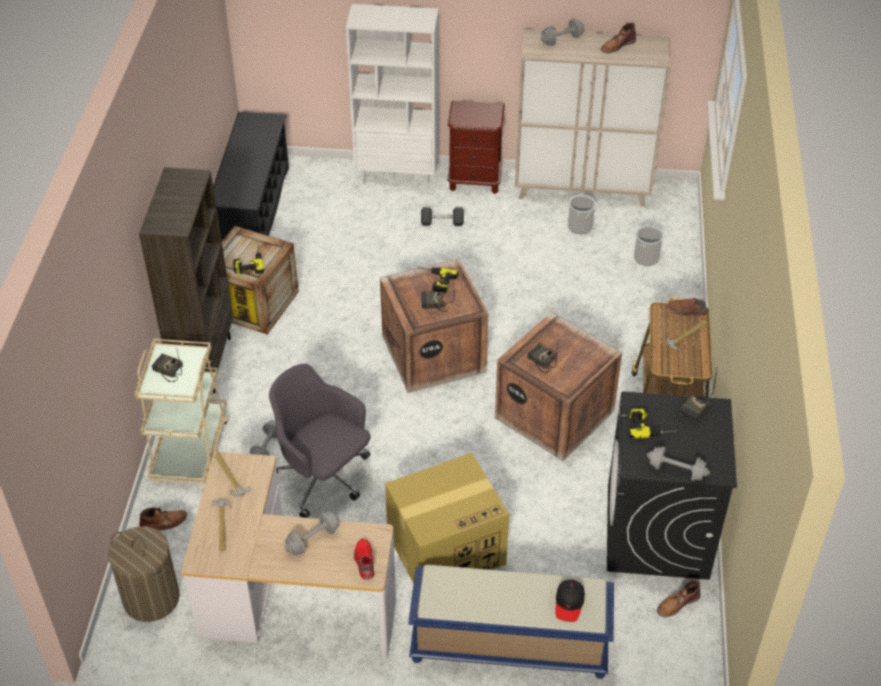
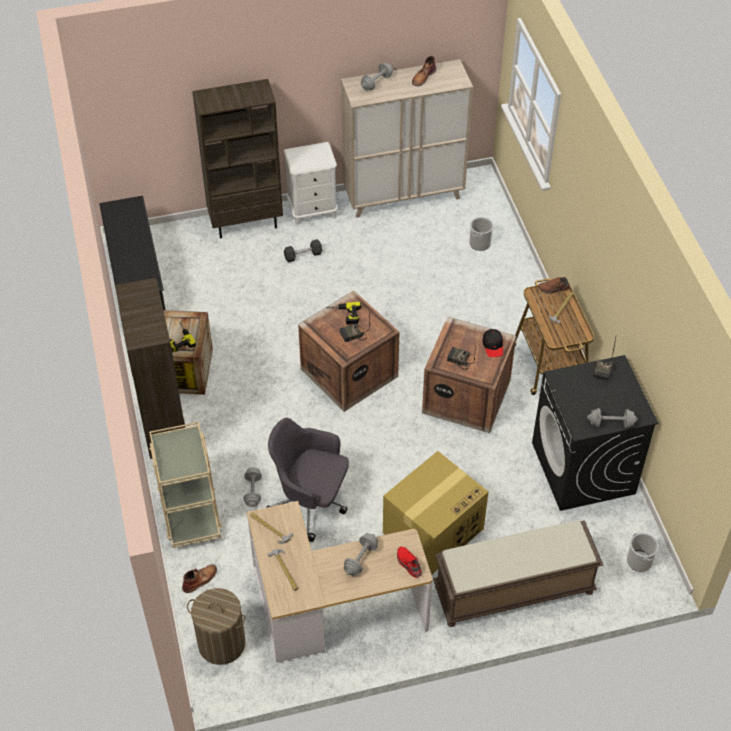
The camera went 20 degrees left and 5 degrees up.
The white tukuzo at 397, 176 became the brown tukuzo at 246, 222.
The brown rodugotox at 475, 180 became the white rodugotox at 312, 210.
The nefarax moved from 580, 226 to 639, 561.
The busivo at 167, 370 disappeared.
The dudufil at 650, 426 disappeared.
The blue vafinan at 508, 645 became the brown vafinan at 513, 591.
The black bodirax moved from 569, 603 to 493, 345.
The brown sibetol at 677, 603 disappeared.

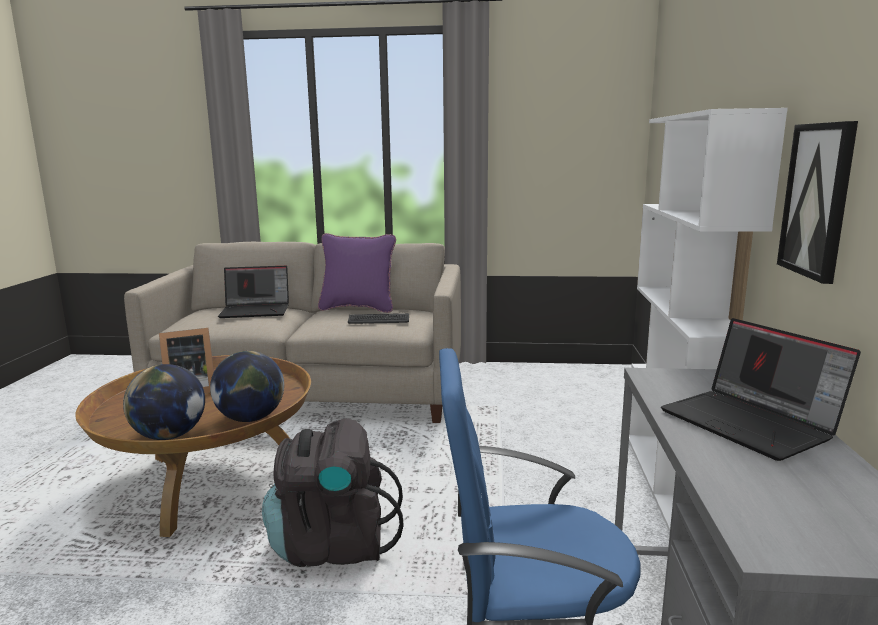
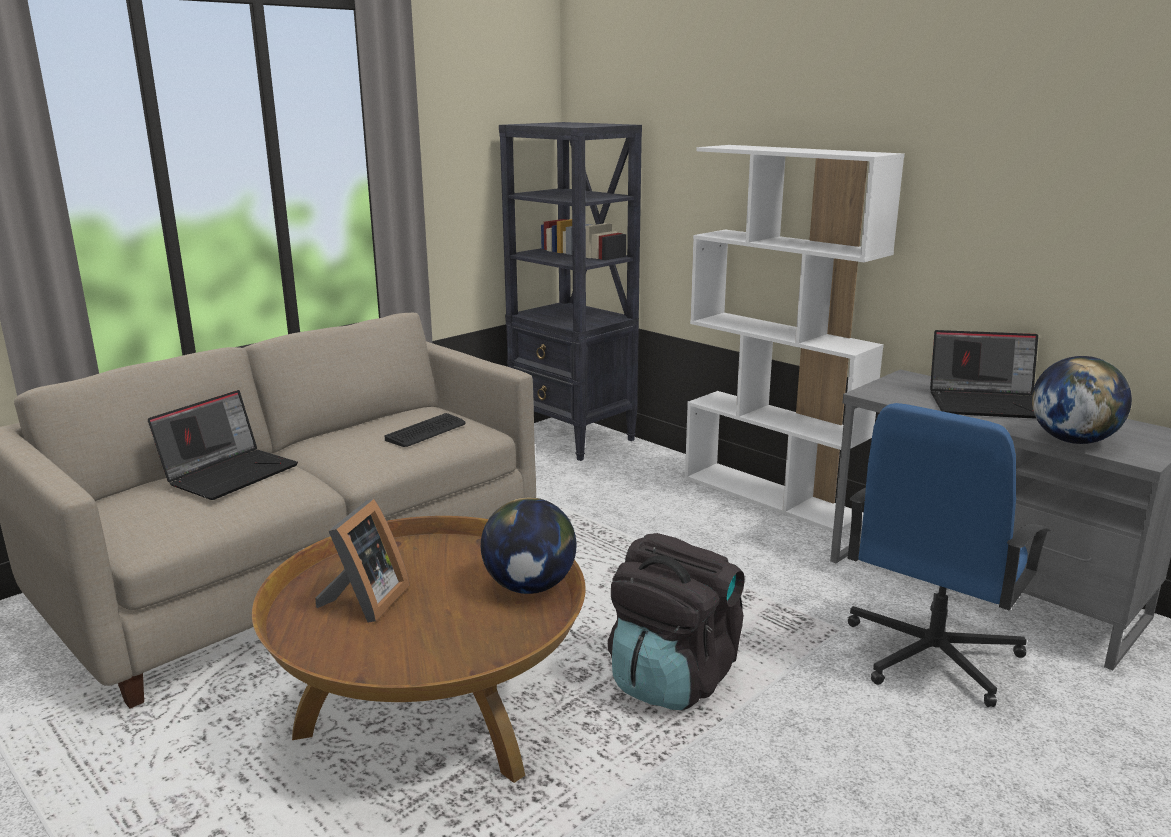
The camera went 50 degrees left and 5 degrees up.
The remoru at 817, 200 disappeared.
The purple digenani at 358, 308 disappeared.
The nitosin moved from 170, 436 to 1072, 440.
The black tukuzo at 573, 438 appeared.

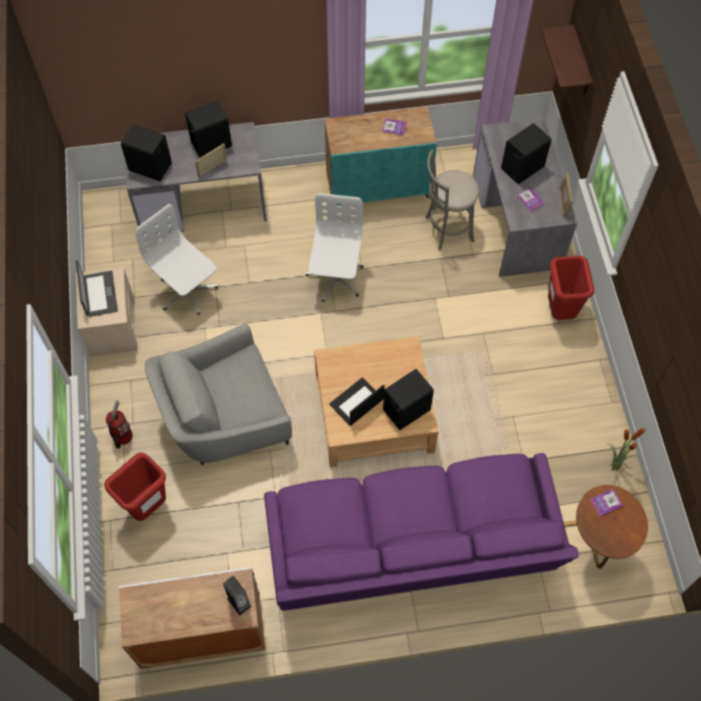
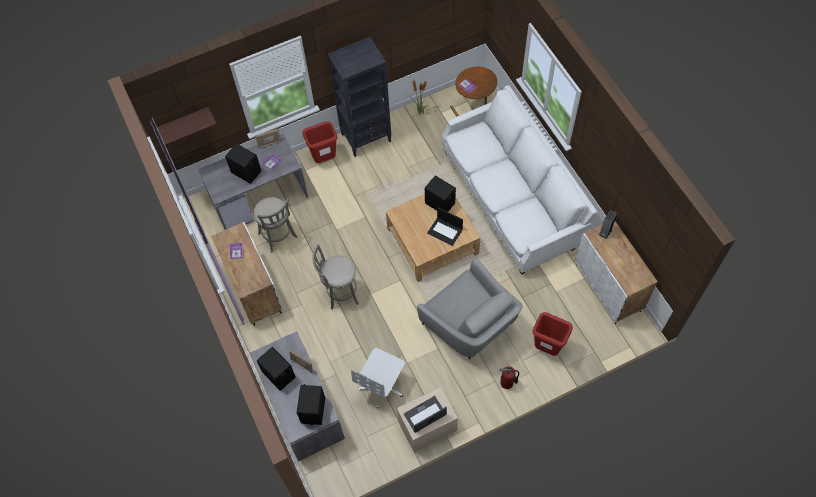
The camera went 105 degrees left and 0 degrees up.
The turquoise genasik at 378, 187 became the white genasik at 253, 289.
The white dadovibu at 335, 278 was replaced by the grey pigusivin at 340, 293.
The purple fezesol at 410, 549 became the white fezesol at 511, 198.
The black tukuzo at 366, 137 appeared.

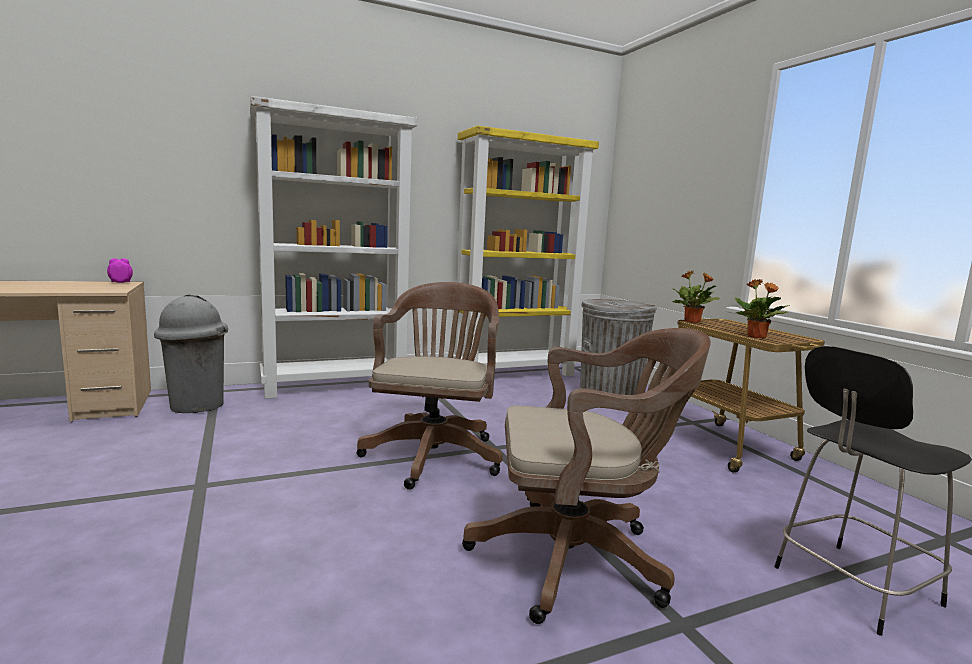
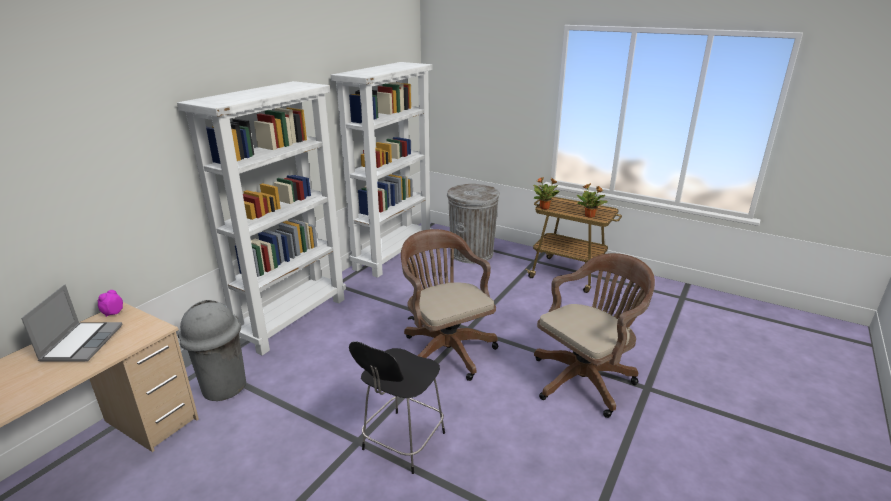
The camera went 35 degrees left and 15 degrees up.
The yellow tukuzo at 514, 374 became the white tukuzo at 393, 254.
The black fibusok moved from 852, 587 to 402, 443.
The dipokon at 82, 342 appeared.

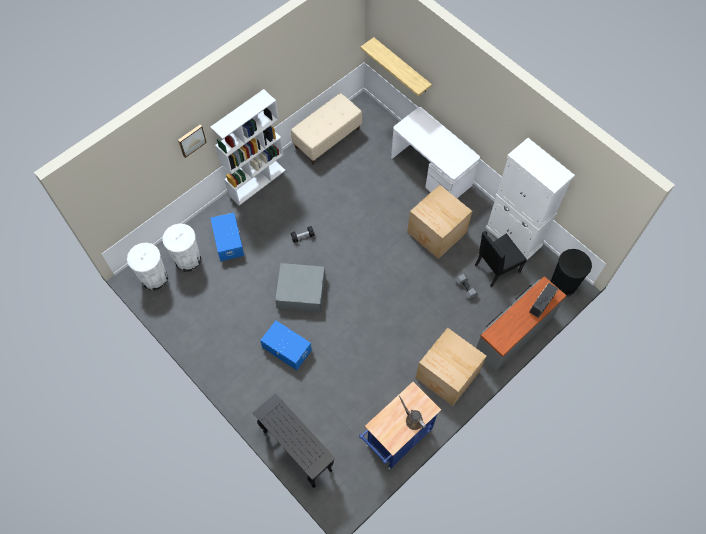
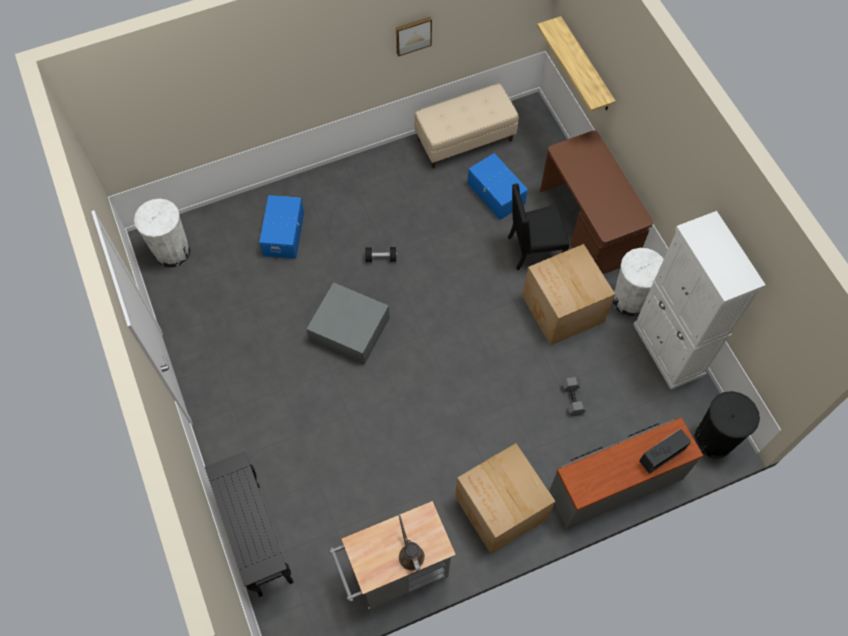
The camera went 20 degrees right and 0 degrees up.
The white tukuzo at 257, 182 disappeared.
The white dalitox at 431, 172 became the brown dalitox at 588, 226.
The remoru moved from 191, 140 to 413, 35.
The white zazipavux moved from 188, 260 to 630, 300.
The black fibusok moved from 496, 269 to 533, 250.
The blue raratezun moved from 286, 349 to 495, 194.
The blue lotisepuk at 396, 440 became the grey lotisepuk at 394, 573.

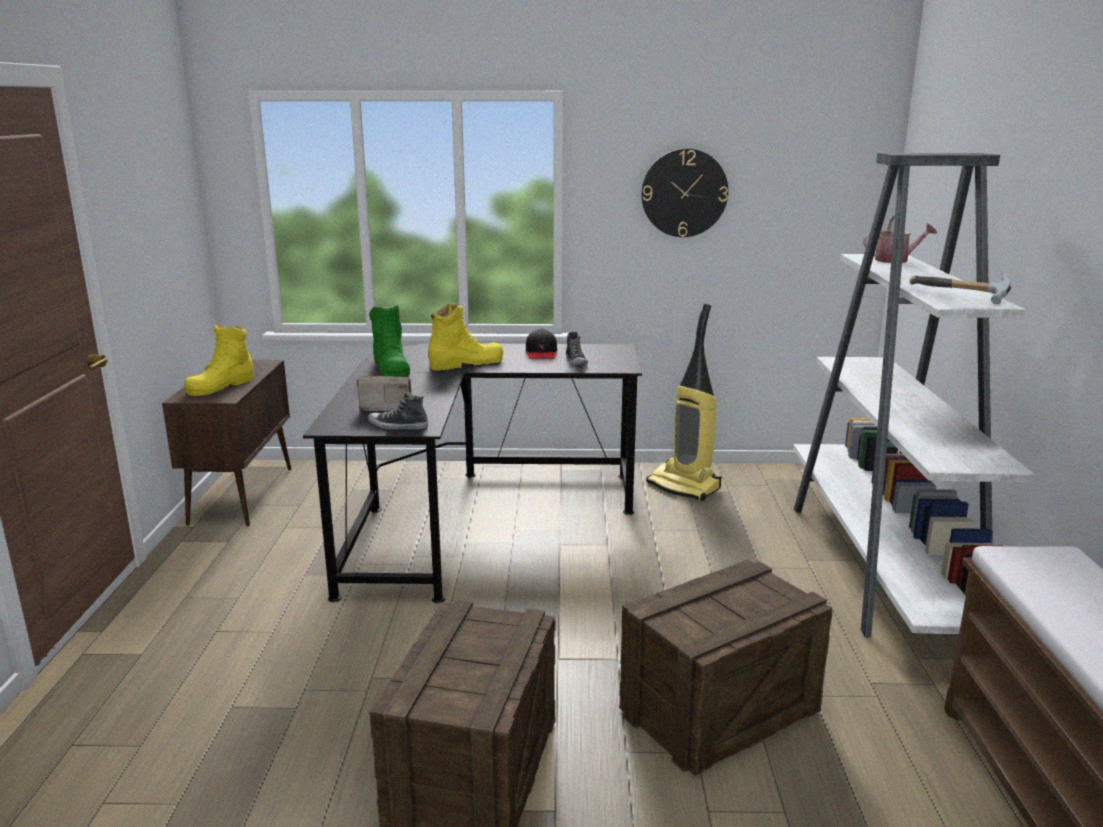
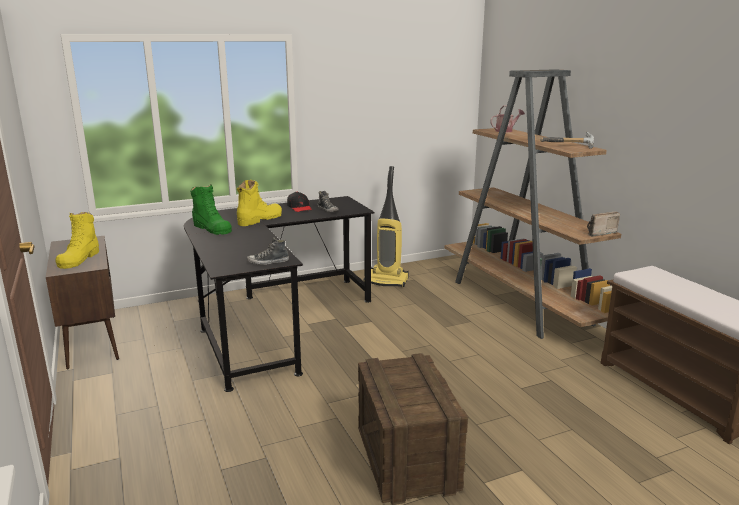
The camera went 25 degrees left and 0 degrees up.
The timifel at 684, 193 disappeared.
The white tukuzo at 882, 567 became the brown tukuzo at 521, 303.
The busivo moved from 386, 407 to 598, 233.
The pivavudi at 719, 711 disappeared.

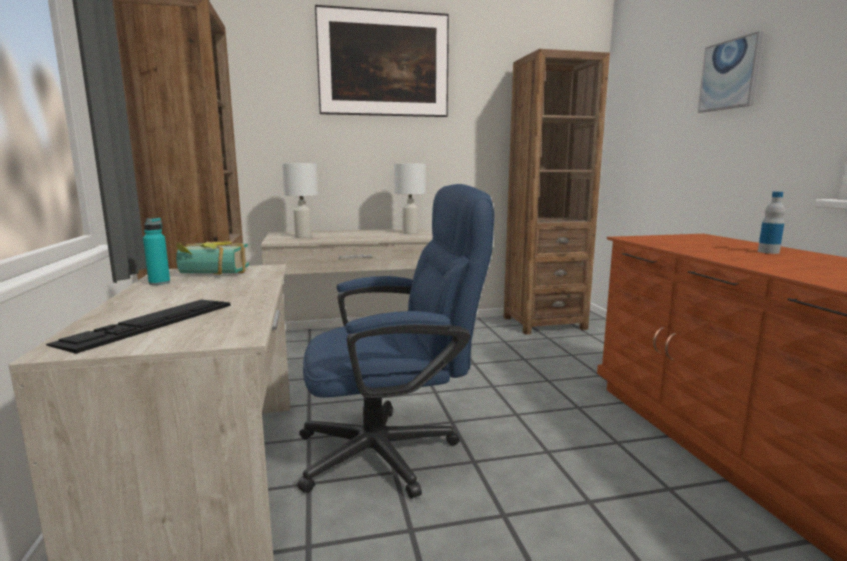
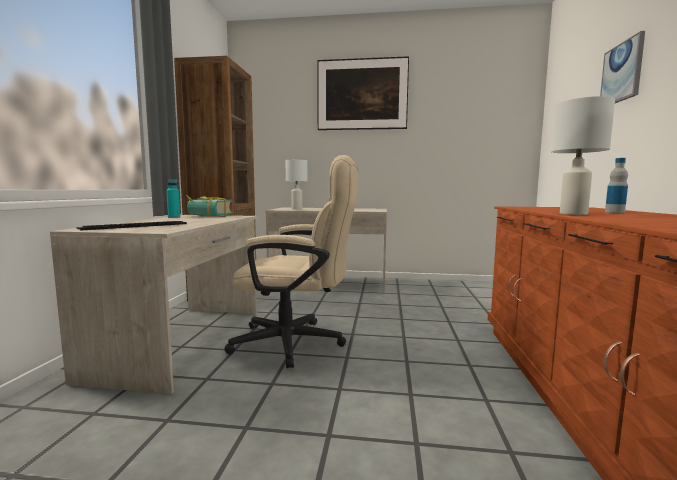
The camera went 20 degrees right and 5 degrees down.
The brown tukuzo at 544, 323 disappeared.
The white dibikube moved from 409, 233 to 572, 214.
The blue dadovibu at 393, 451 became the beige dadovibu at 298, 343.

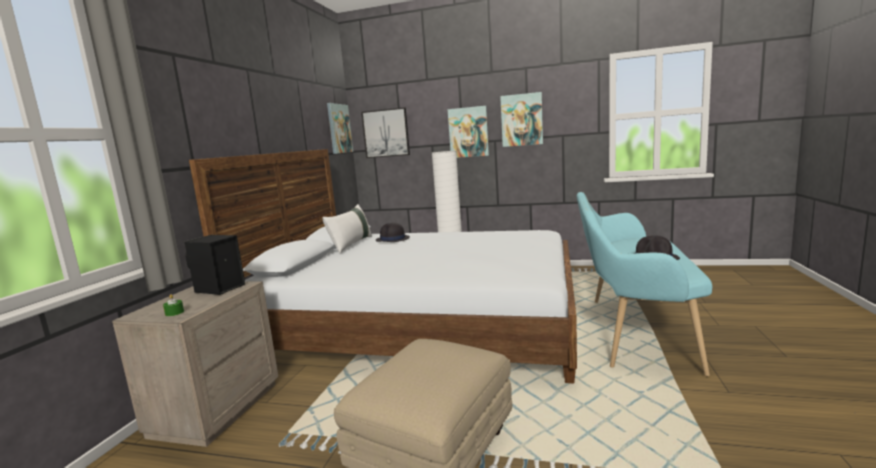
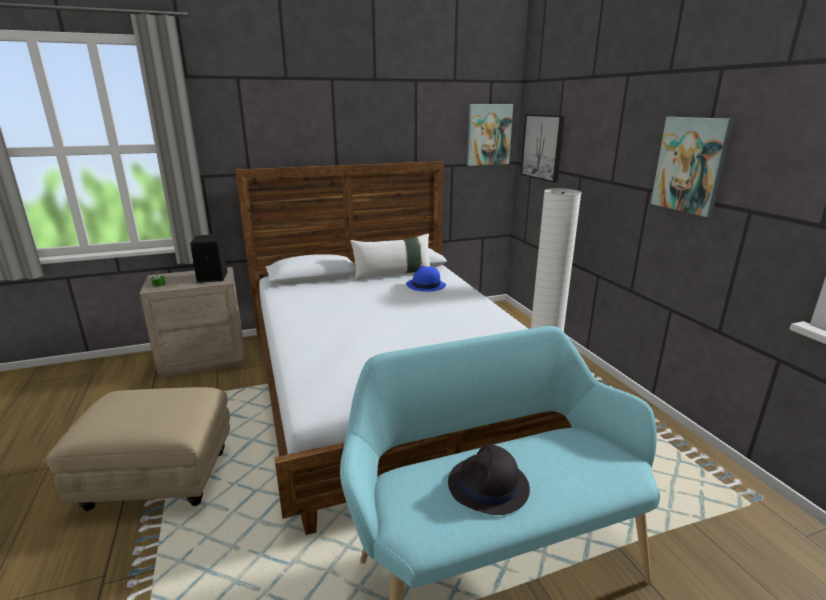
The camera went 55 degrees right and 10 degrees up.
The remoru at 468, 132 disappeared.
The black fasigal at 392, 239 became the blue fasigal at 425, 285.

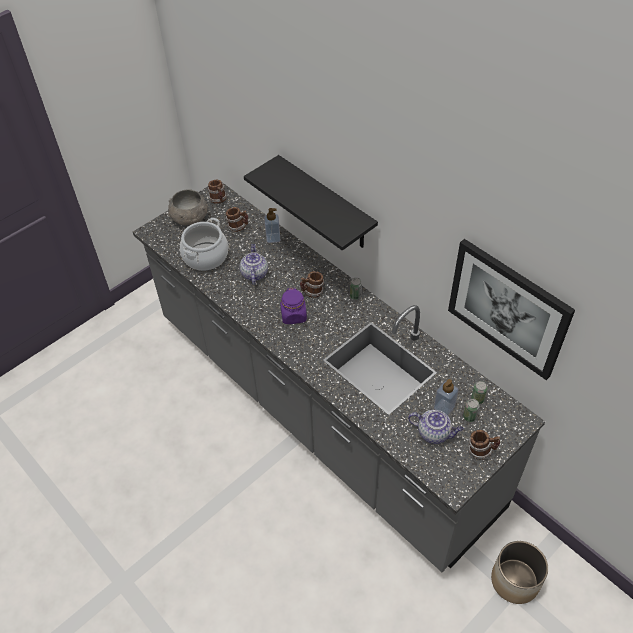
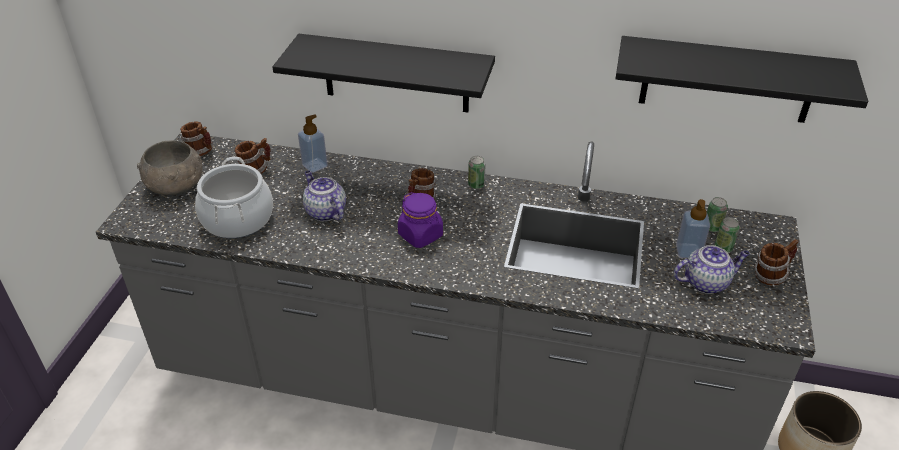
The camera went 35 degrees left and 10 degrees down.
The remoru at 508, 308 was replaced by the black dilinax at 727, 80.

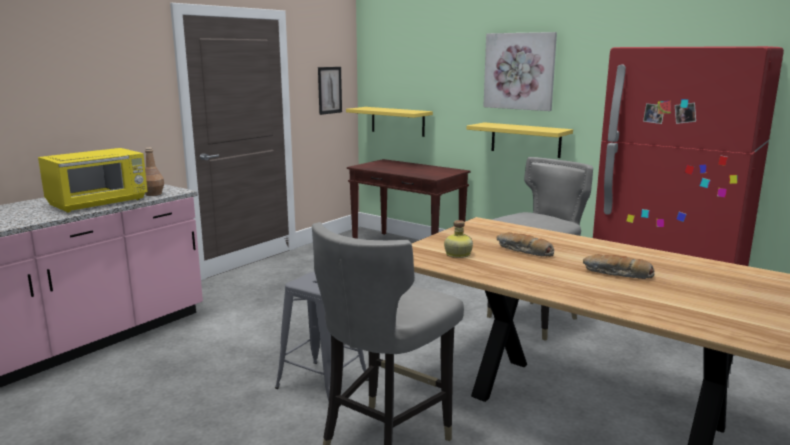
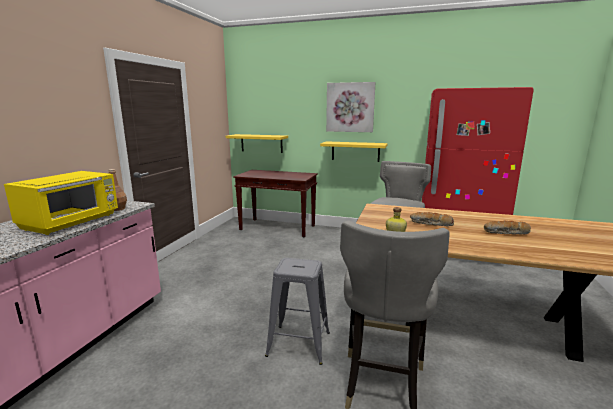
The camera went 20 degrees left and 0 degrees up.
The remoru at 329, 90 disappeared.

